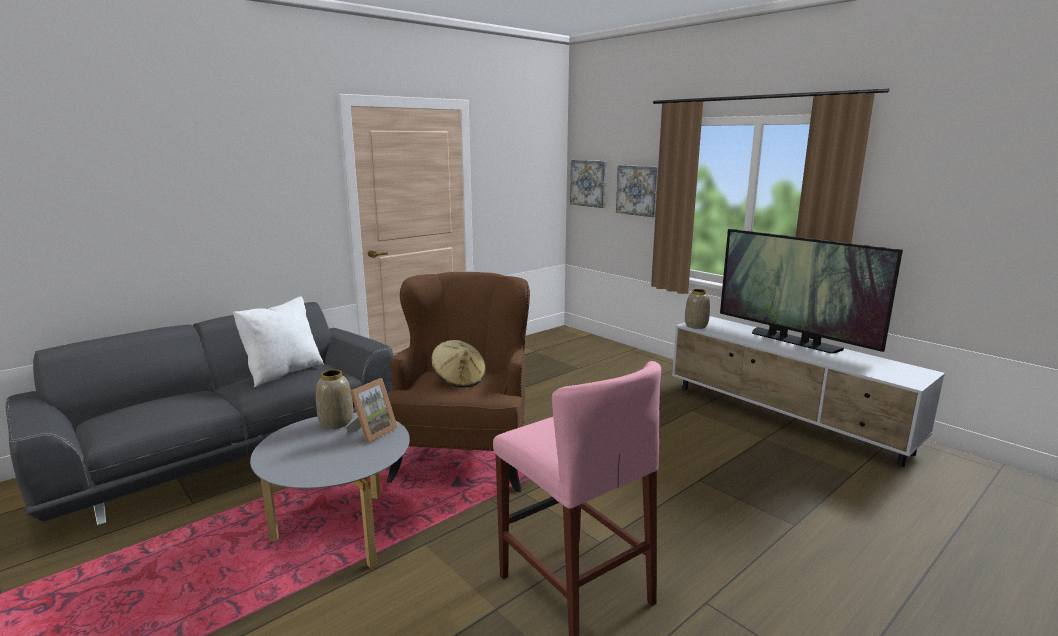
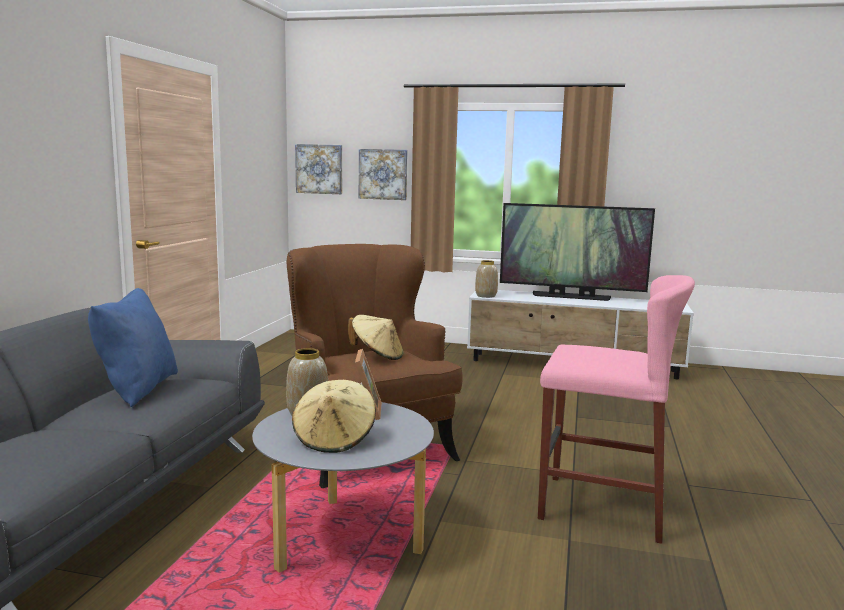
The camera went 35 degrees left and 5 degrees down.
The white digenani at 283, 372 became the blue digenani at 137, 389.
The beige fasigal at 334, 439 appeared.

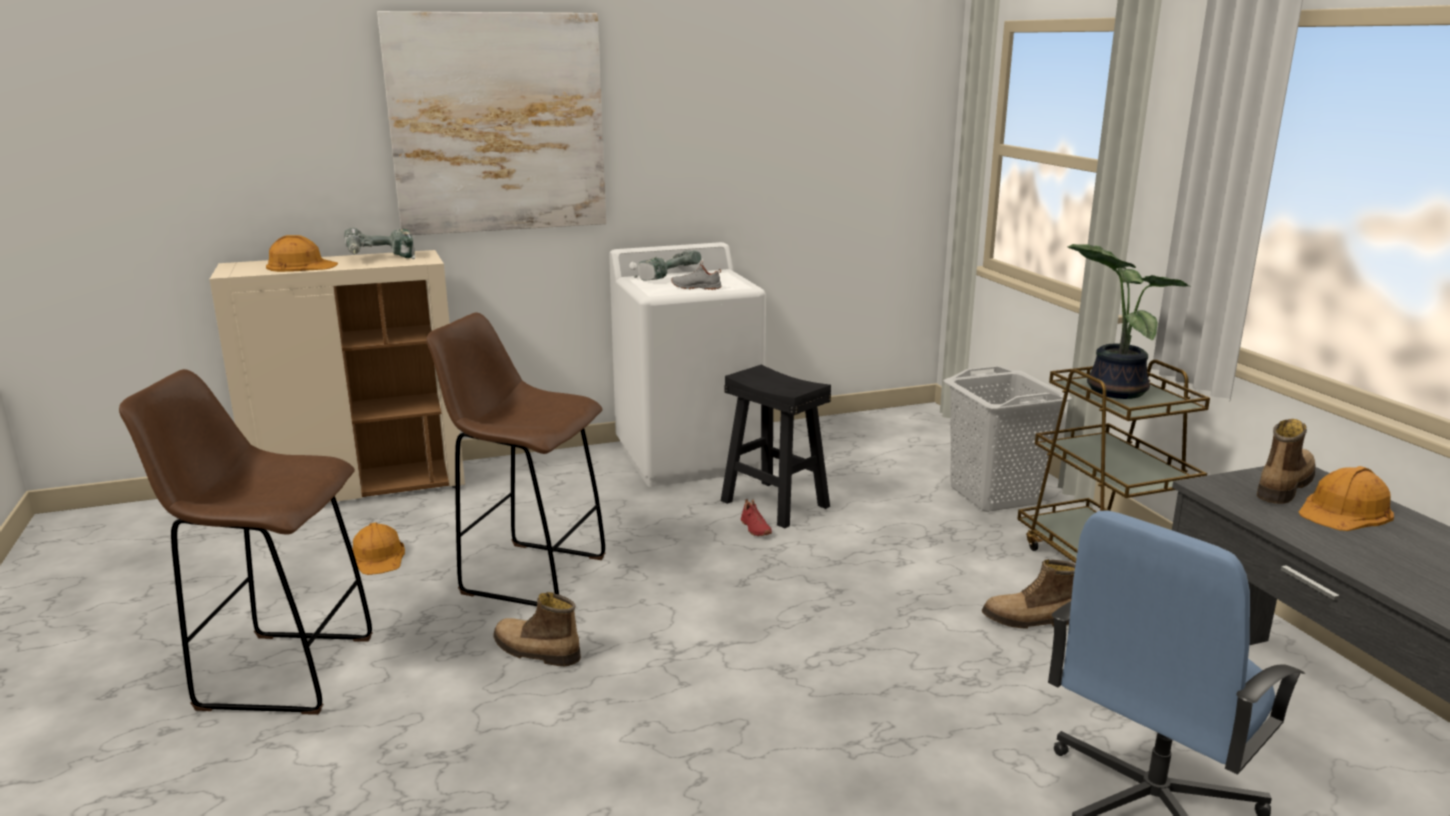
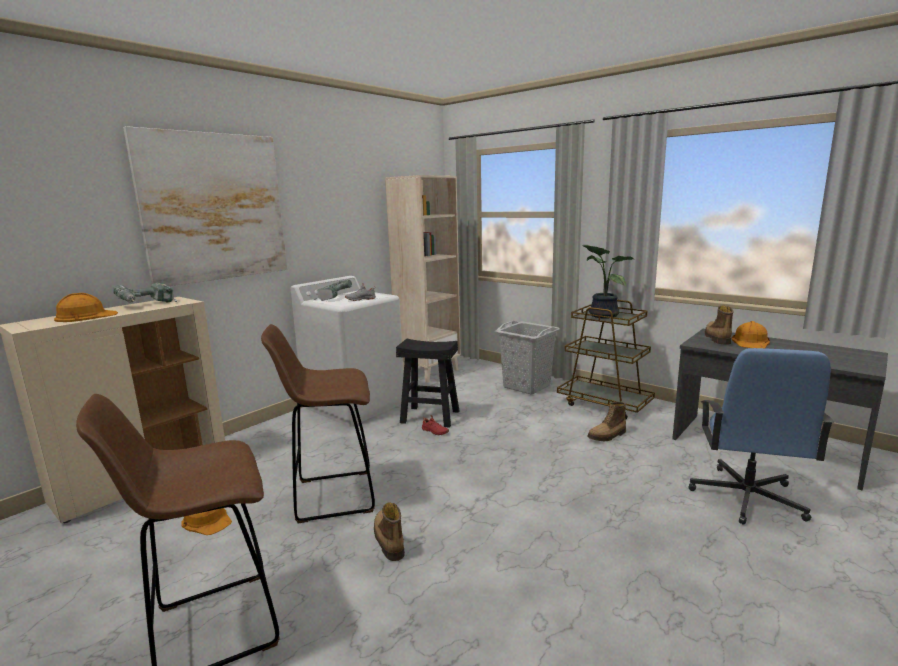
The camera went 30 degrees left and 5 degrees down.
The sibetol at 535, 652 turned 75 degrees clockwise.
The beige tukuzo at 429, 372 appeared.

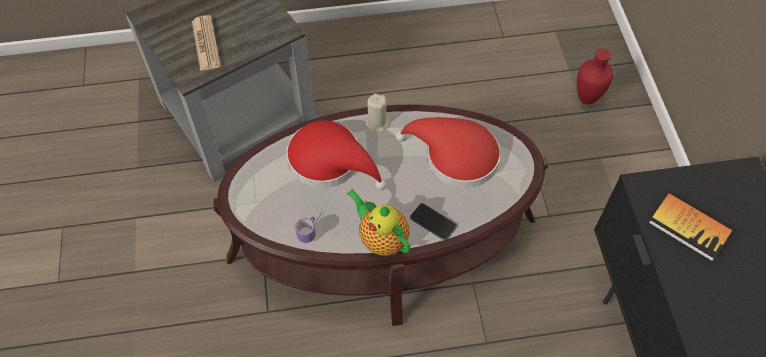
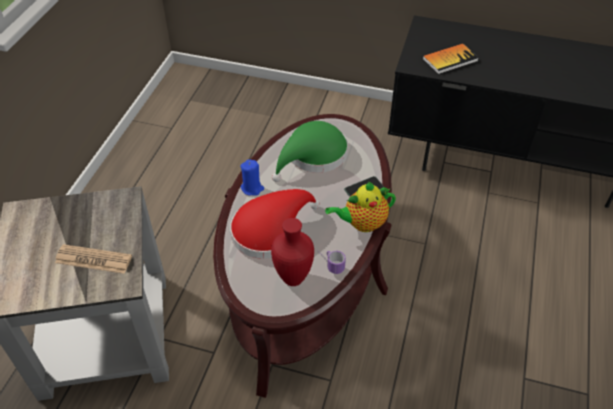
The camera went 65 degrees left and 10 degrees down.
The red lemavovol moved from 586, 97 to 292, 278.
The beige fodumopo at 377, 123 became the blue fodumopo at 252, 188.
The red fasigal at 455, 156 became the green fasigal at 313, 156.

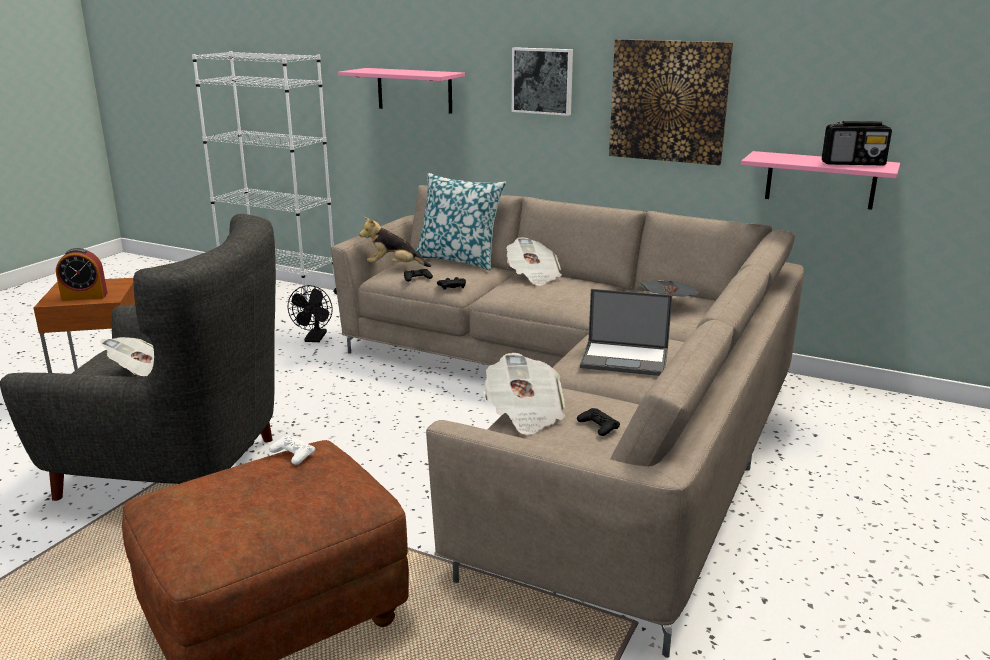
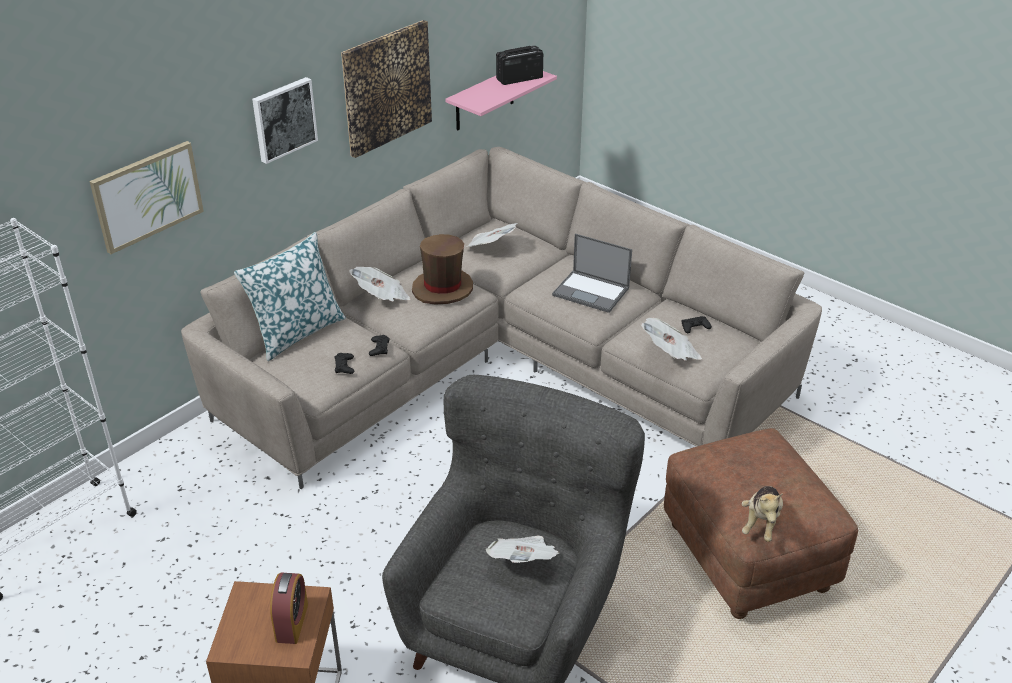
The camera went 75 degrees left and 15 degrees up.
The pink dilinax at 414, 90 was replaced by the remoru at 147, 196.
The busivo at 853, 163 turned 135 degrees counterclockwise.
The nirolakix moved from 394, 267 to 761, 523.
The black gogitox at 315, 339 disappeared.
The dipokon at 626, 359 turned 90 degrees clockwise.
The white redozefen at 293, 454 disappeared.
The brown fasigal at 443, 289 appeared.

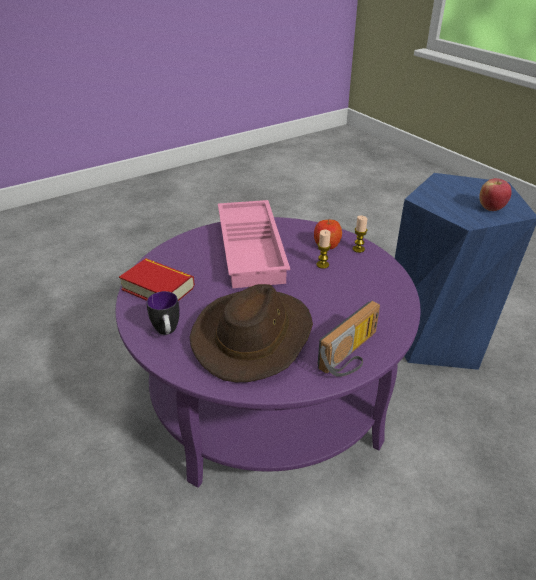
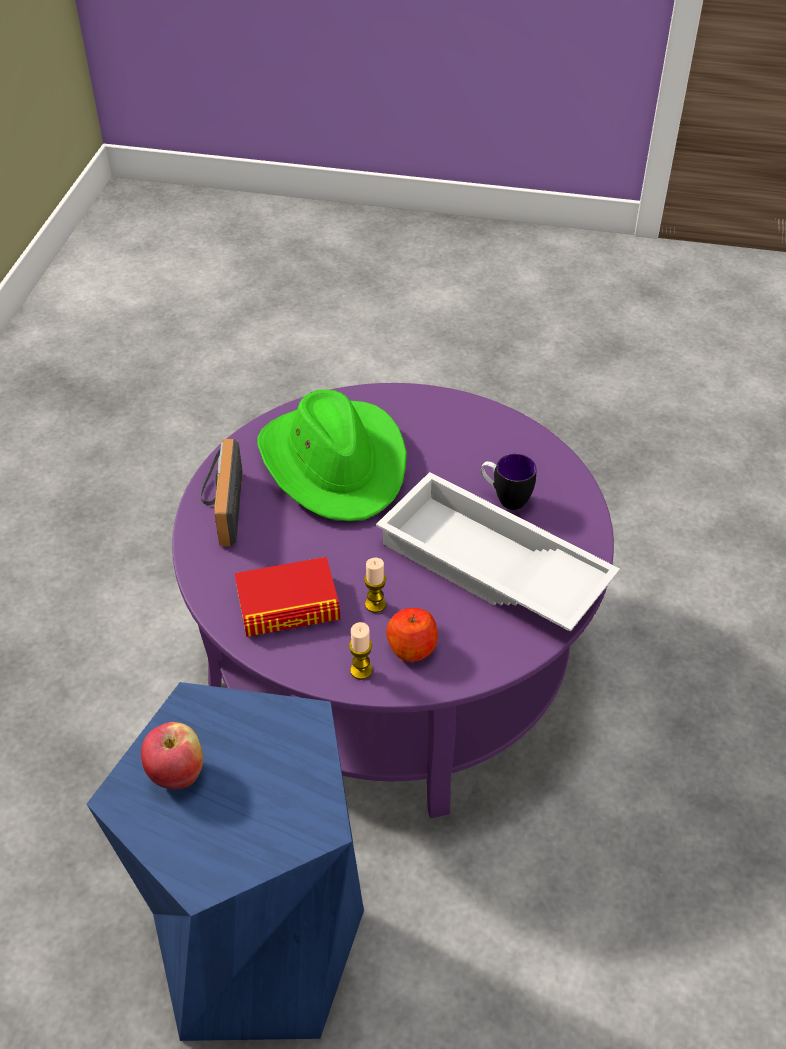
The camera went 135 degrees right and 10 degrees up.
The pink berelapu at 253, 249 became the white berelapu at 489, 567.
The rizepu moved from 158, 288 to 288, 605.
The brown fasigal at 253, 336 became the green fasigal at 335, 463.
The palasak moved from 167, 332 to 505, 498.

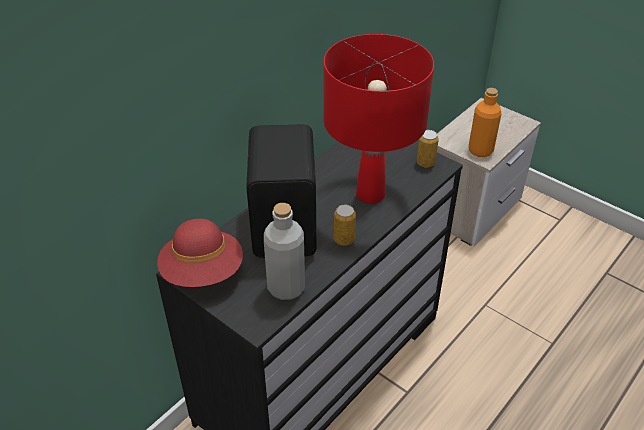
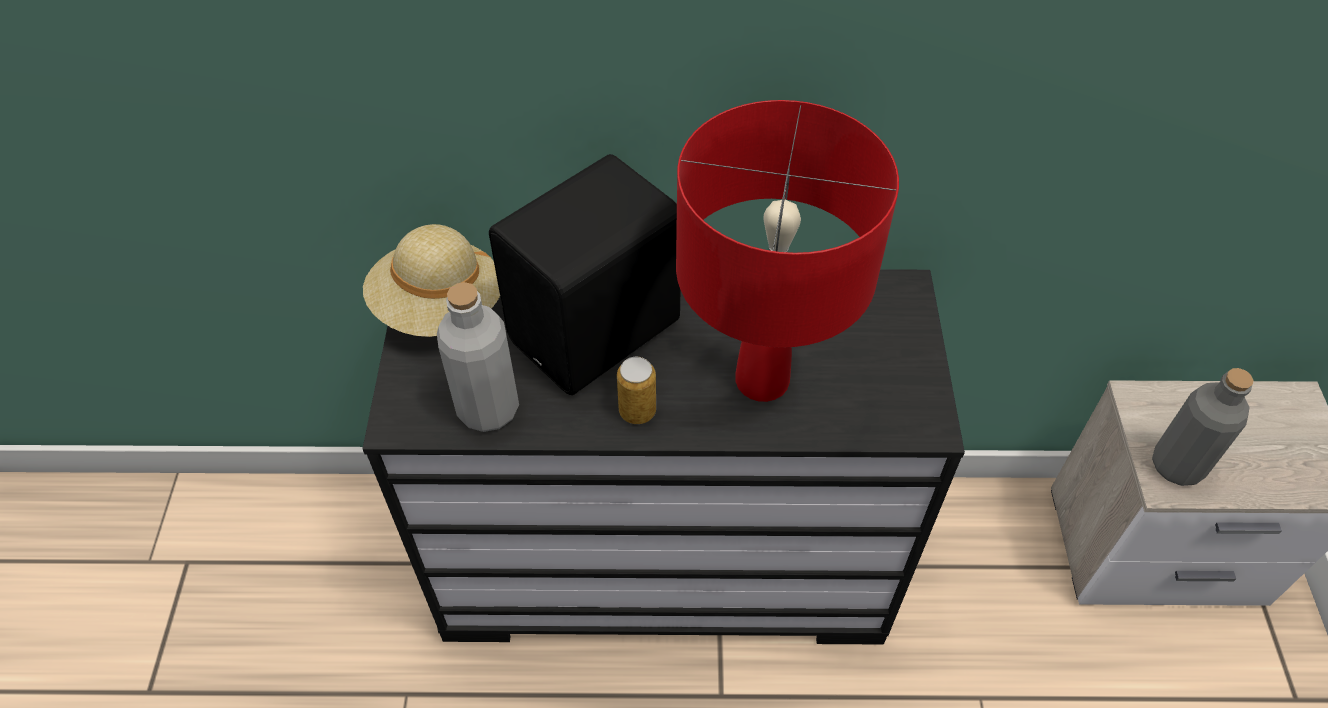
The camera went 50 degrees right and 10 degrees up.
The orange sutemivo at 480, 150 became the grey sutemivo at 1177, 465.
The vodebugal at 425, 163 disappeared.
The red fasigal at 203, 272 became the beige fasigal at 439, 307.

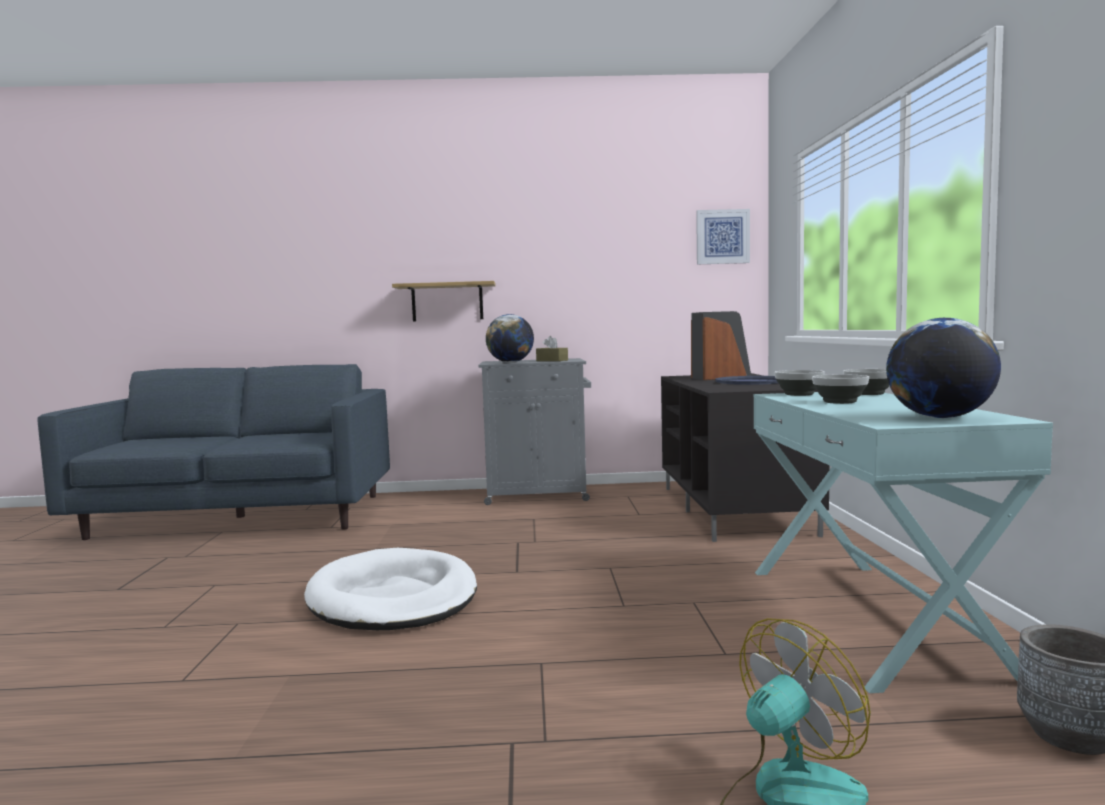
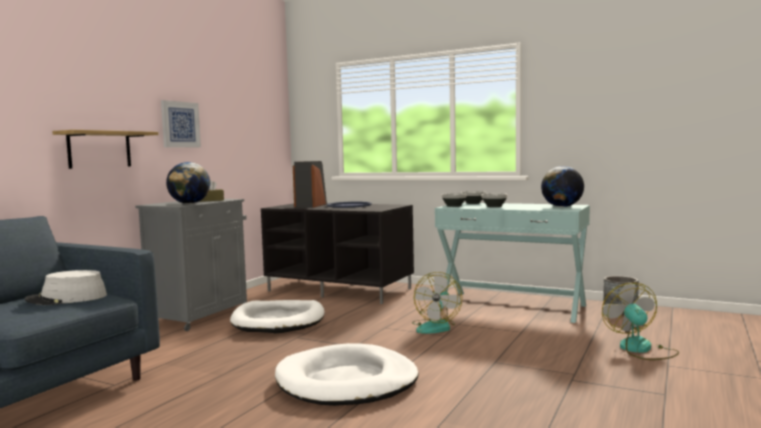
The camera went 60 degrees left and 0 degrees up.
The remoru moved from 722, 237 to 180, 124.
The grey fasigal at 67, 298 appeared.
The gogitox at 436, 327 appeared.
The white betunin at 278, 321 appeared.

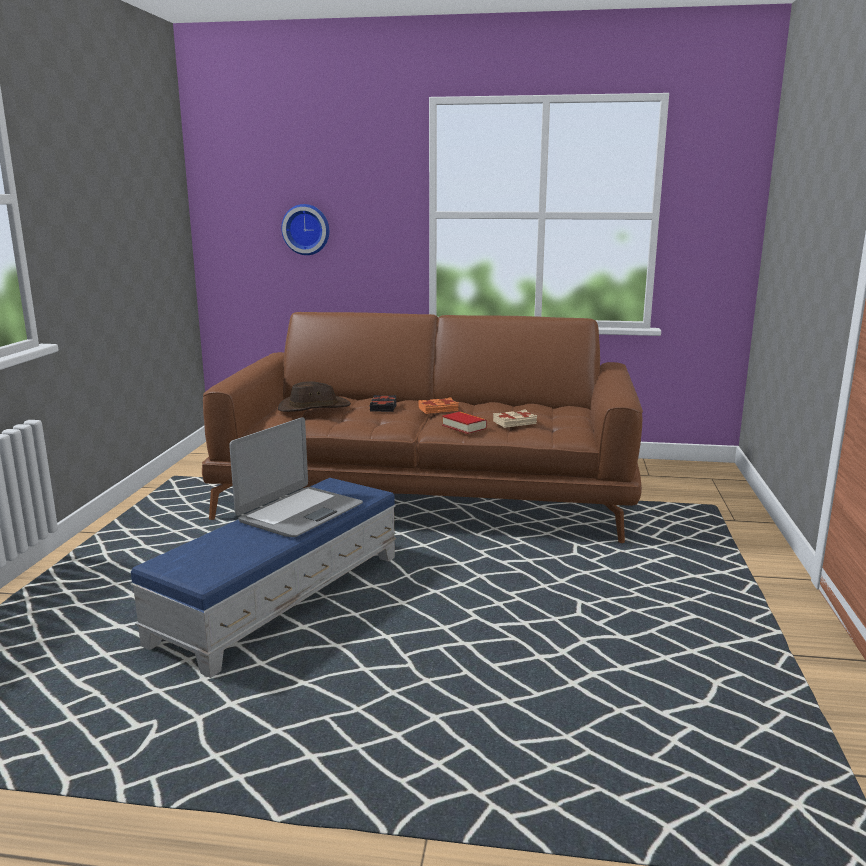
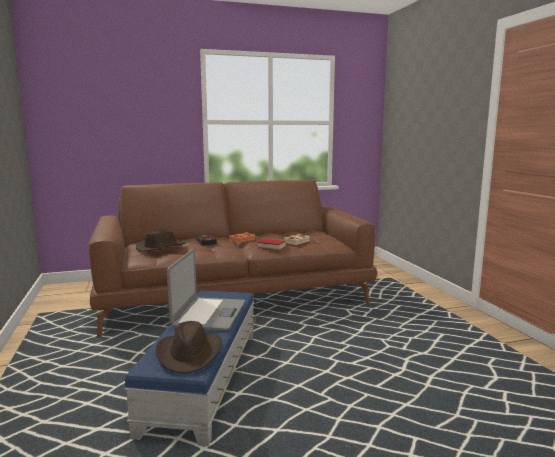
The camera went 25 degrees left and 5 degrees down.
The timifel at 306, 229 disappeared.
The brown fasigal at 190, 354 appeared.

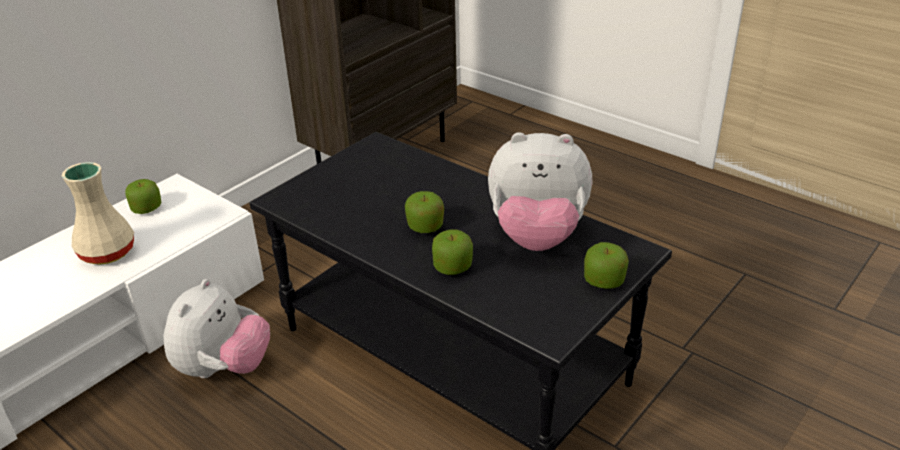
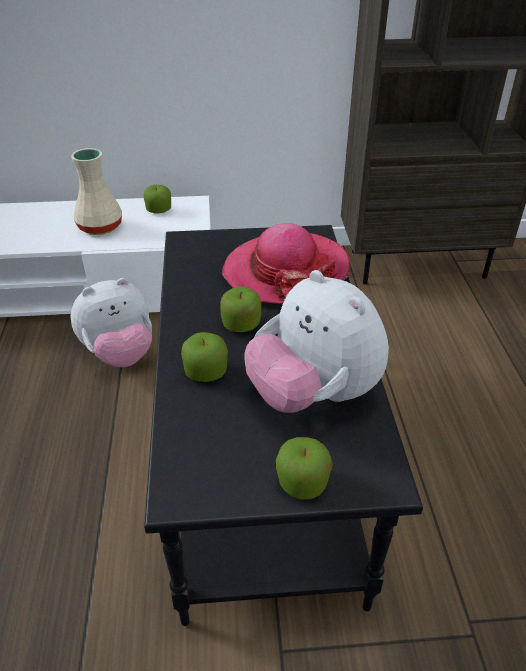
The camera went 45 degrees right and 5 degrees up.
The fasigal at 286, 271 appeared.

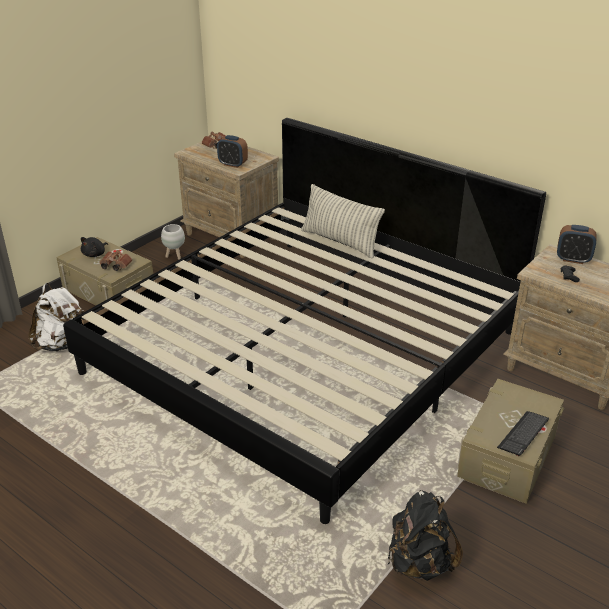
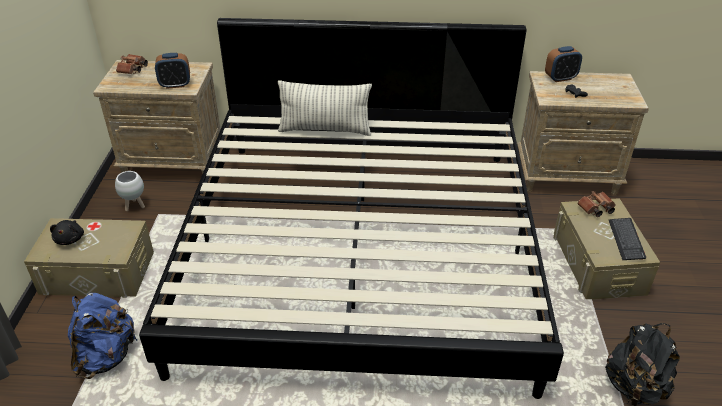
The camera went 35 degrees left and 5 degrees up.
The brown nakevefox moved from 114, 266 to 595, 210.
The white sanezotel at 63, 343 became the blue sanezotel at 106, 356.

